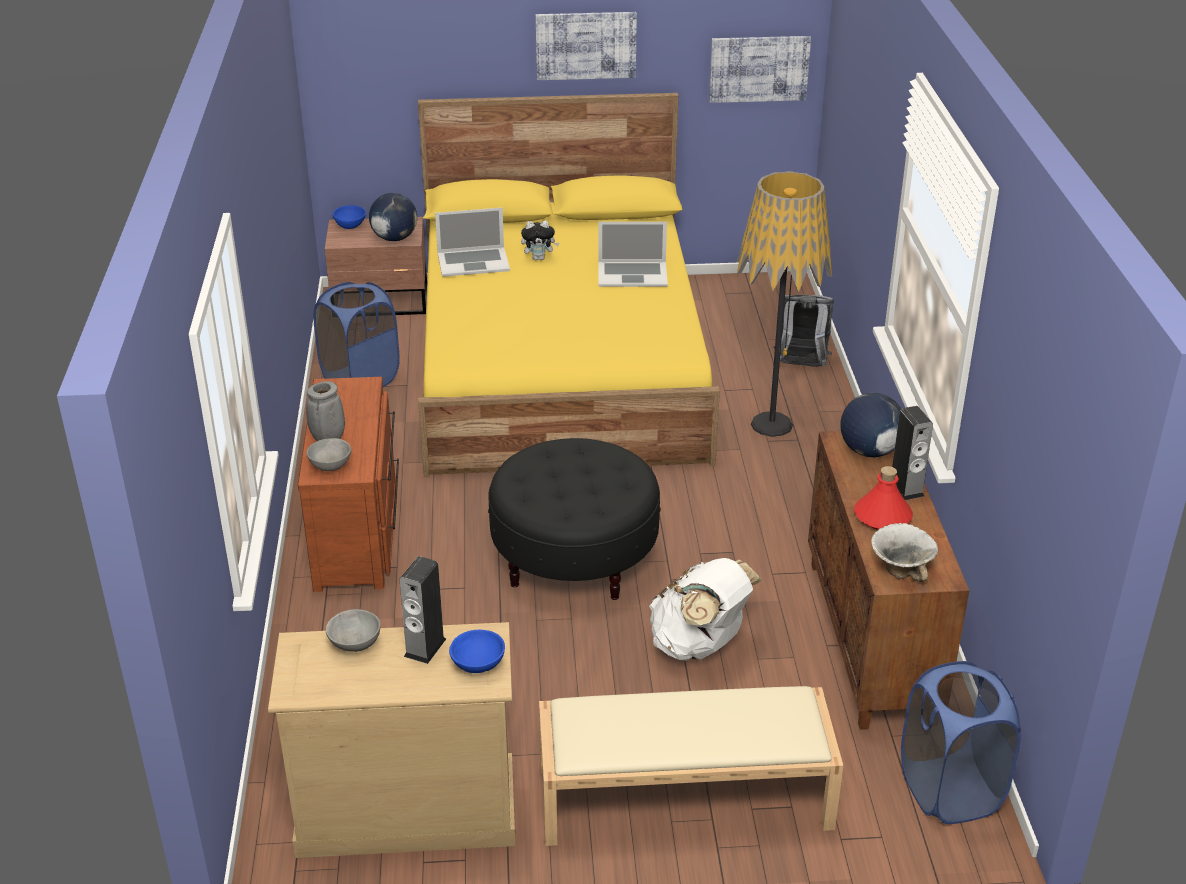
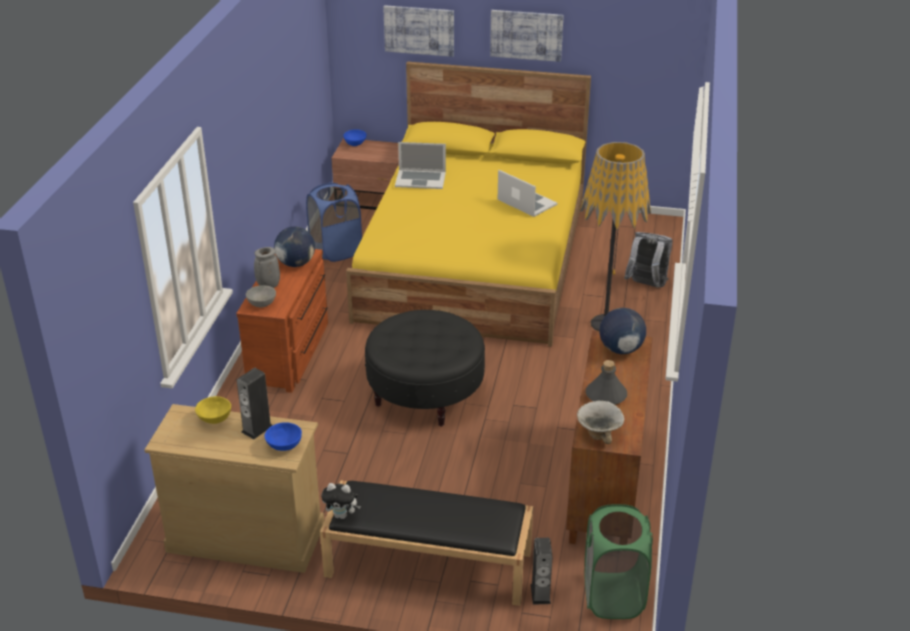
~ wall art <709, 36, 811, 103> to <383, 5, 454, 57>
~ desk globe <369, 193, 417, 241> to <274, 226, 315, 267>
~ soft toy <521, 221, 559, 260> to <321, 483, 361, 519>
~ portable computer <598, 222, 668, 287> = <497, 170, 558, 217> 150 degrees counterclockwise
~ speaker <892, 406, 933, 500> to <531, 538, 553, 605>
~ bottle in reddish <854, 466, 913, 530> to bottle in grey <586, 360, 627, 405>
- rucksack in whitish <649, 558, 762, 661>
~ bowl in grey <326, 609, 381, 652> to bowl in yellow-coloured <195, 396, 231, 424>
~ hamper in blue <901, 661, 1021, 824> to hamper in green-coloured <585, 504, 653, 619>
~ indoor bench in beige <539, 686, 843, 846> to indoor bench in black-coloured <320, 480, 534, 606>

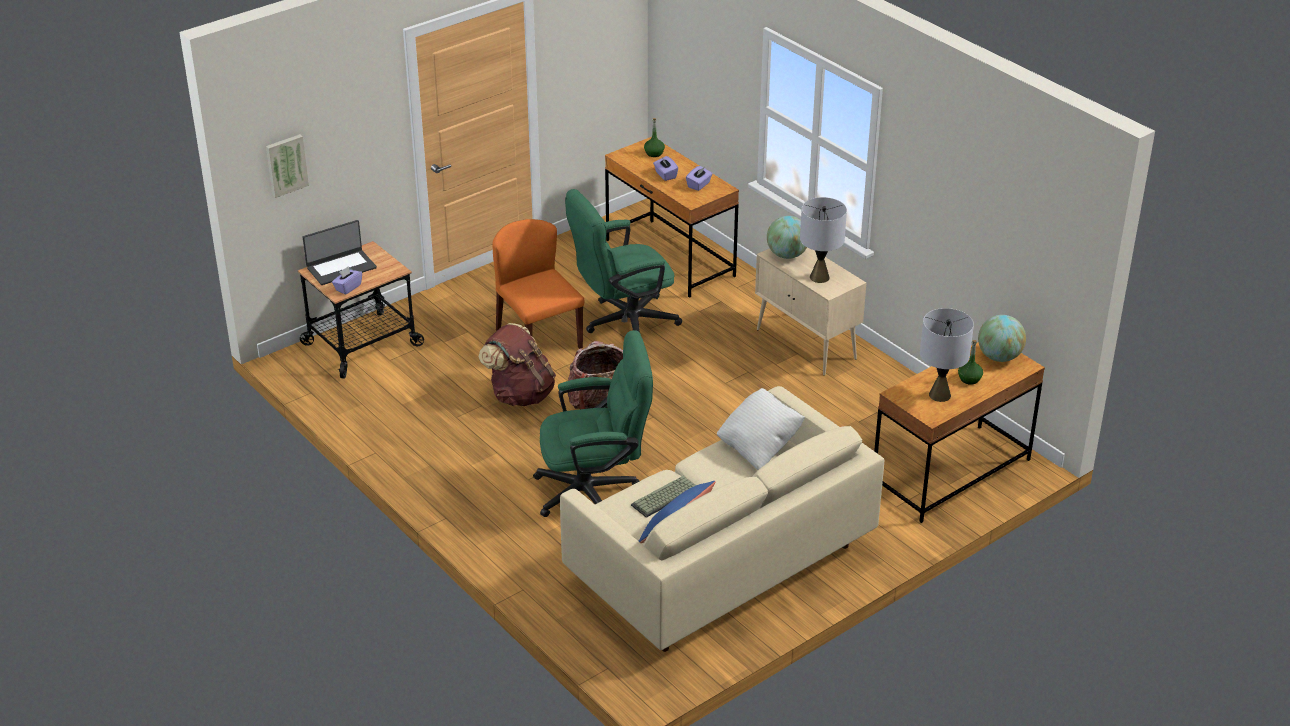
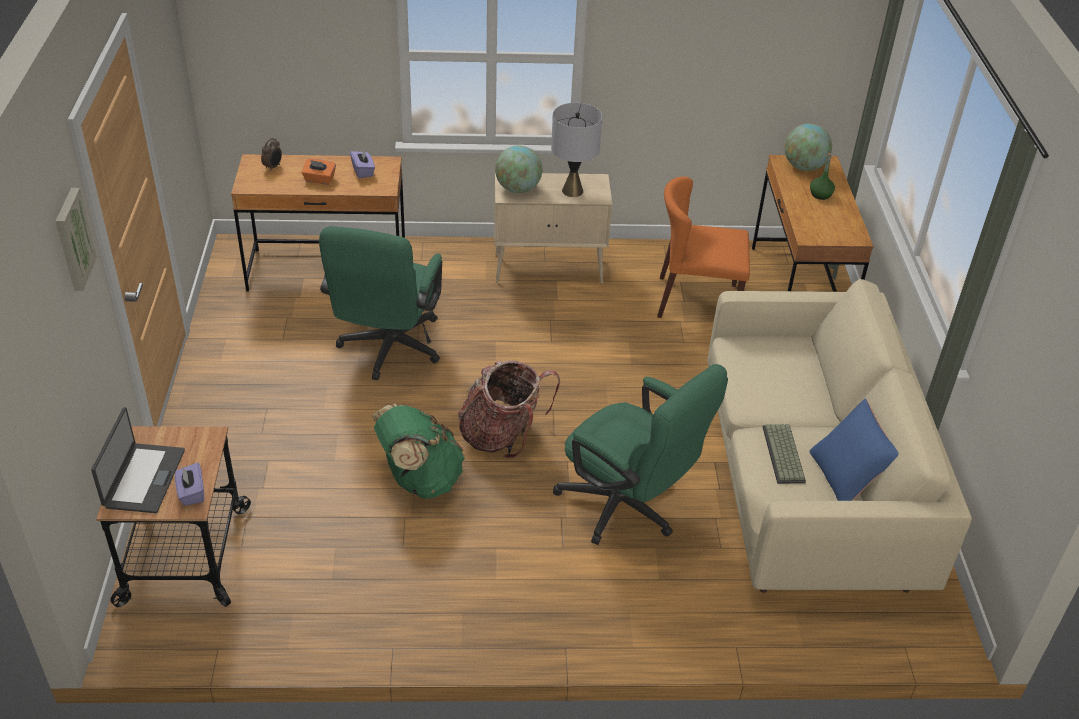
~ bottle in green-coloured <644, 118, 665, 157> to alarm clock <261, 138, 282, 171>
~ wall art <266, 134, 309, 198> to <56, 188, 97, 291>
~ tissue box in purplish <653, 156, 678, 181> to tissue box in orange <301, 159, 336, 185>
~ plain chair in orange <493, 219, 584, 349> to <657, 177, 750, 318>
- lamp for a table in grey <920, 308, 974, 402>
~ rucksack in brownish <479, 323, 556, 406> to rucksack in green-coloured <372, 404, 465, 499>
~ office chair in green-coloured <533, 330, 653, 517> = <553, 364, 728, 545> 105 degrees clockwise
- throw pillow in whitish <717, 388, 805, 470>

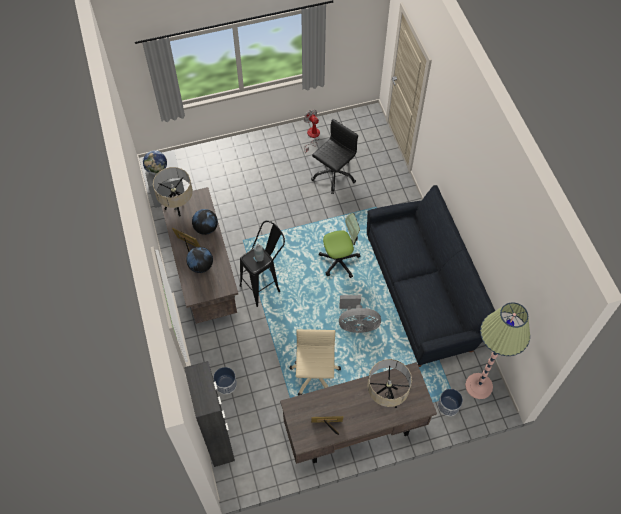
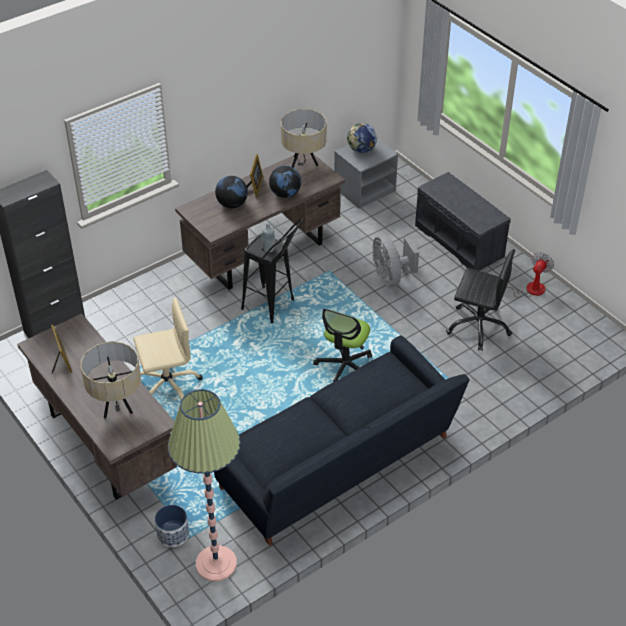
~ office chair <319, 213, 361, 278> = <313, 309, 372, 383> 60 degrees clockwise
~ electric fan in grey <339, 295, 381, 333> to <372, 235, 419, 287>
- planter <213, 367, 237, 394>
+ indoor bench in grey <415, 172, 511, 271>

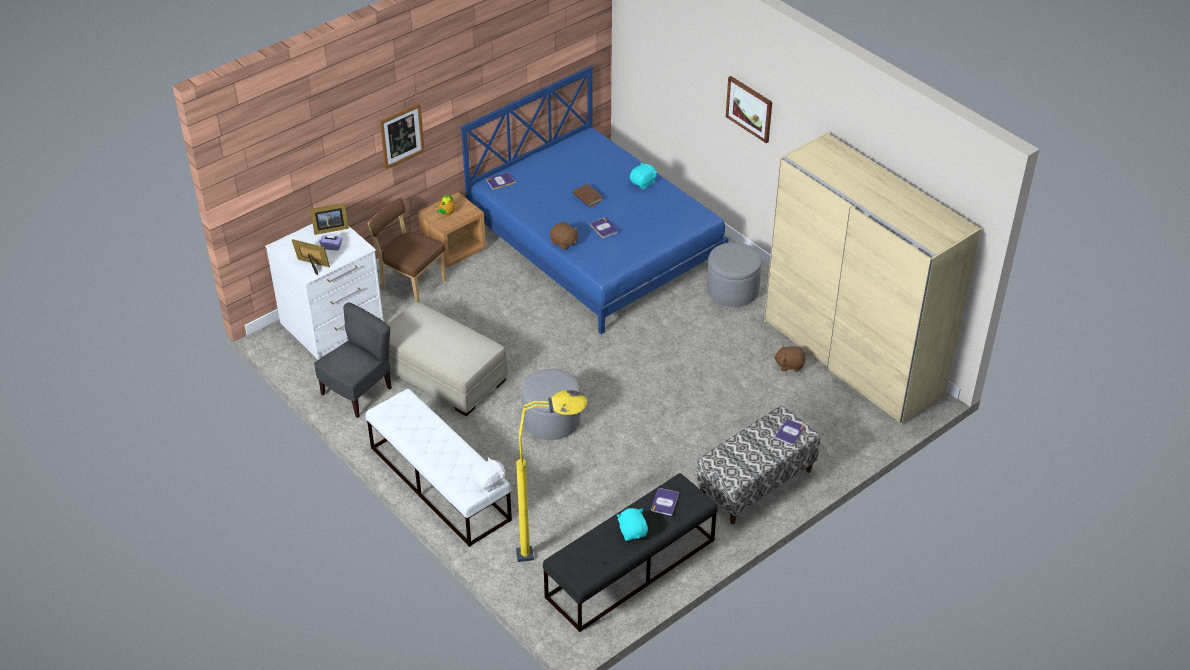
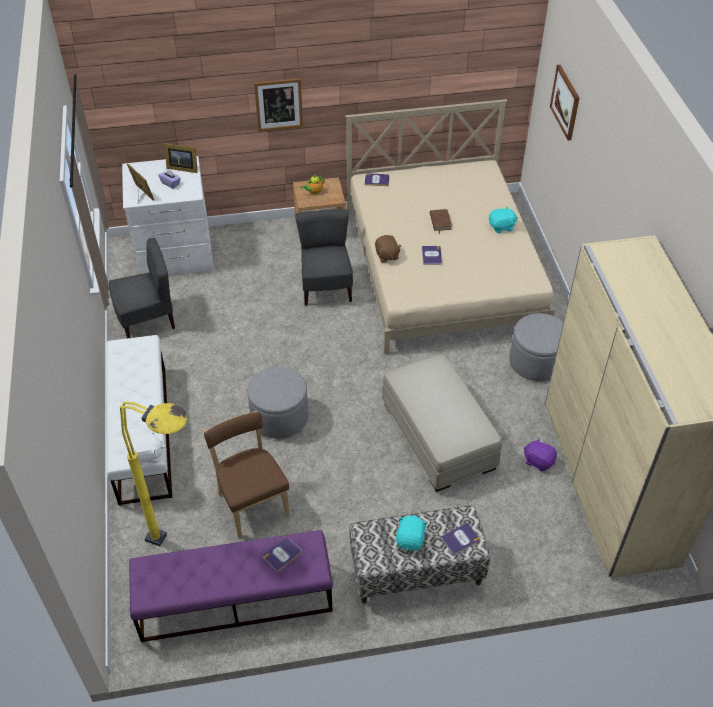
~ bed in blue <460, 66, 728, 334> to bed in beige <345, 99, 555, 354>
~ wall art <726, 76, 772, 143> to <550, 65, 579, 141>
~ plain chair in brownish <368, 198, 447, 303> to <204, 411, 290, 537>
~ pouffe in beige <388, 302, 508, 416> to <382, 354, 502, 492>
~ soft toy in brownish <774, 345, 806, 372> to soft toy in purplish <524, 439, 557, 472>
~ indoor bench in black-coloured <543, 473, 718, 632> to indoor bench in purplish <129, 530, 333, 642>
~ soft toy in blue-green <617, 508, 648, 541> to <396, 515, 428, 550>
+ plain chair in grey <295, 209, 353, 306>

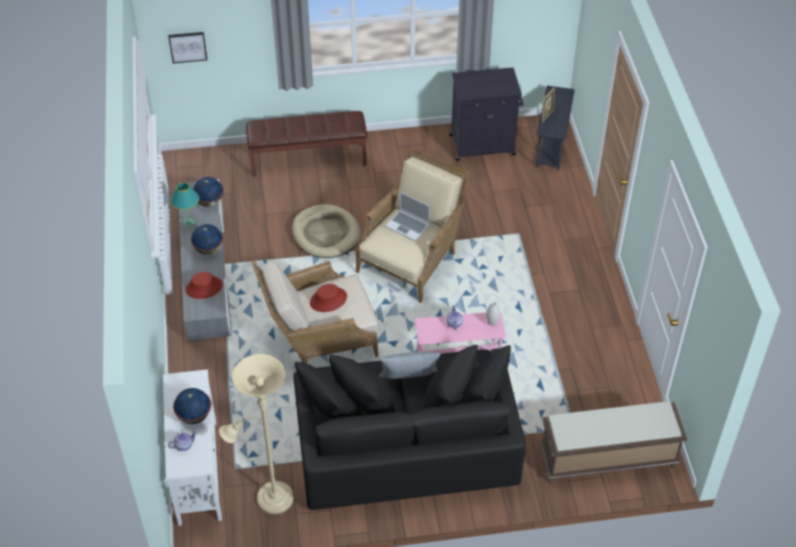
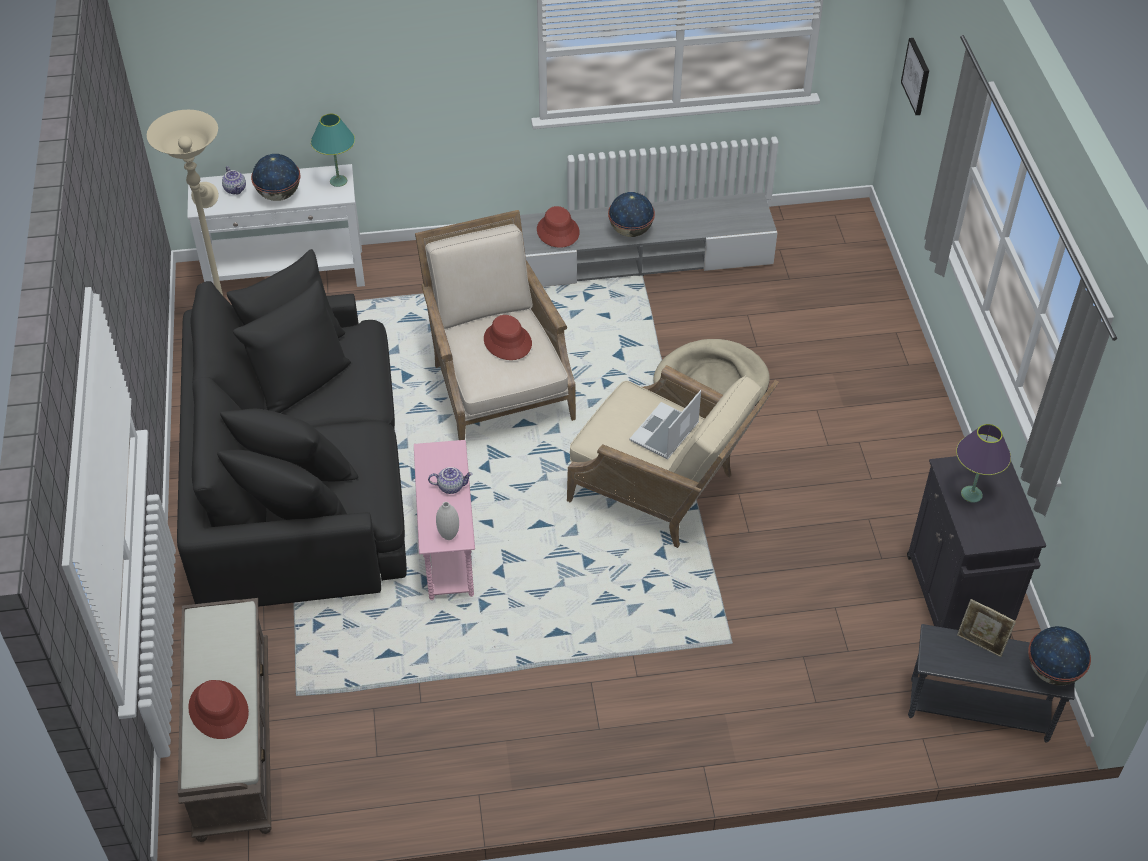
- indoor bench in brownish <246, 111, 367, 177>
~ desk globe <193, 177, 224, 207> to <1028, 626, 1091, 685>
~ lamp for a table in blue-green <171, 183, 199, 227> to <311, 114, 355, 187>
- throw pillow <379, 352, 441, 379>
+ lamp for a table in purplish <956, 424, 1011, 503>
+ clothing hat in reddish <188, 680, 249, 739>

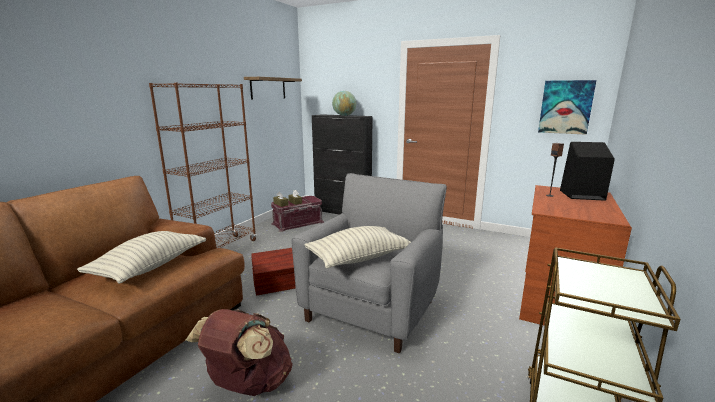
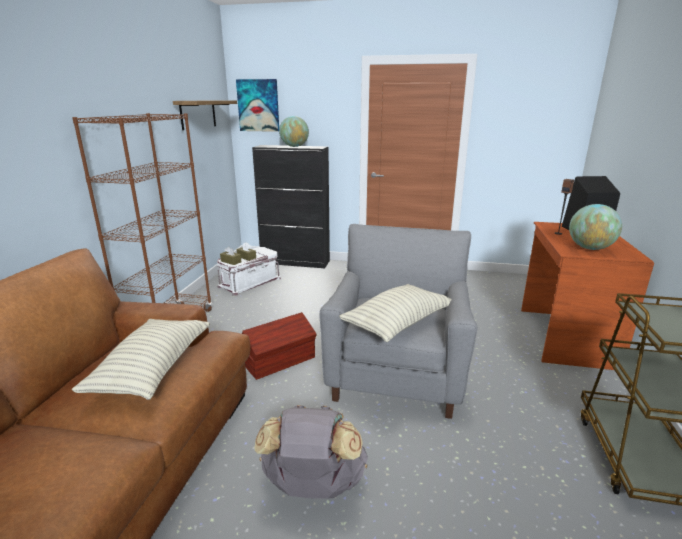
~ wall art <538, 80, 596, 135> to <236, 79, 279, 132>
~ storage container in reddish <271, 196, 324, 232> to storage container in whitish <217, 247, 281, 295>
~ rucksack in brownish <186, 309, 293, 396> to rucksack in grey <254, 405, 368, 499>
+ desk globe <569, 204, 622, 250>

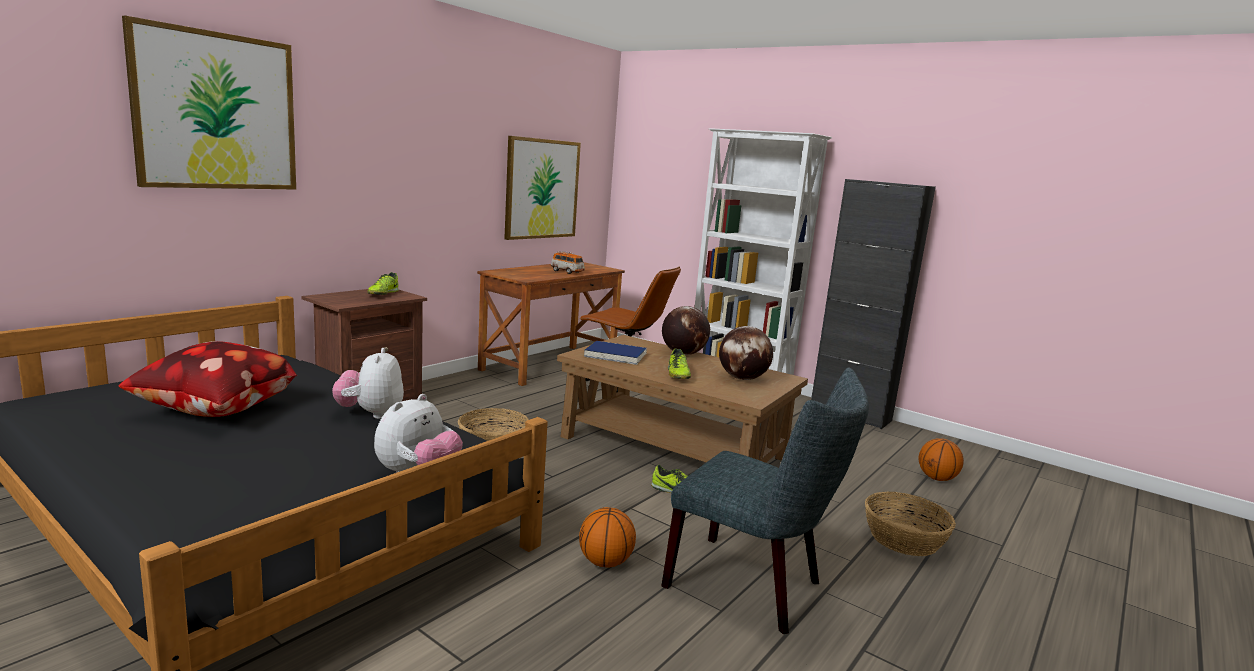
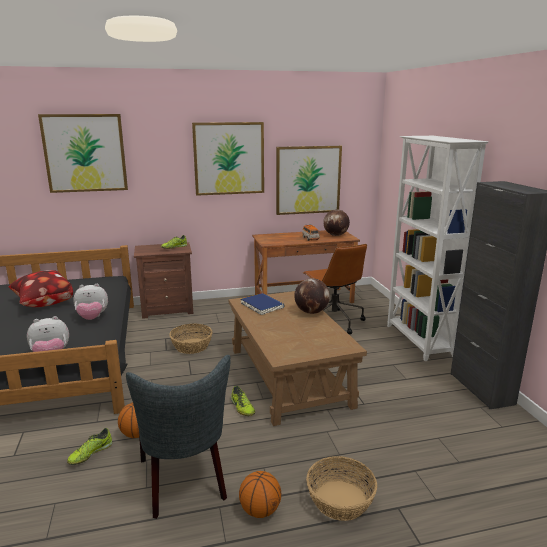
~ desk globe <719, 326, 773, 380> to <323, 209, 350, 236>
~ soft toy <332, 348, 404, 419> = <74, 284, 108, 320> 135 degrees counterclockwise
~ item of footwear <668, 348, 691, 379> to <67, 428, 112, 465>
~ basketball ball <919, 438, 964, 481> to <239, 471, 281, 518>
+ wall art <192, 122, 264, 196>

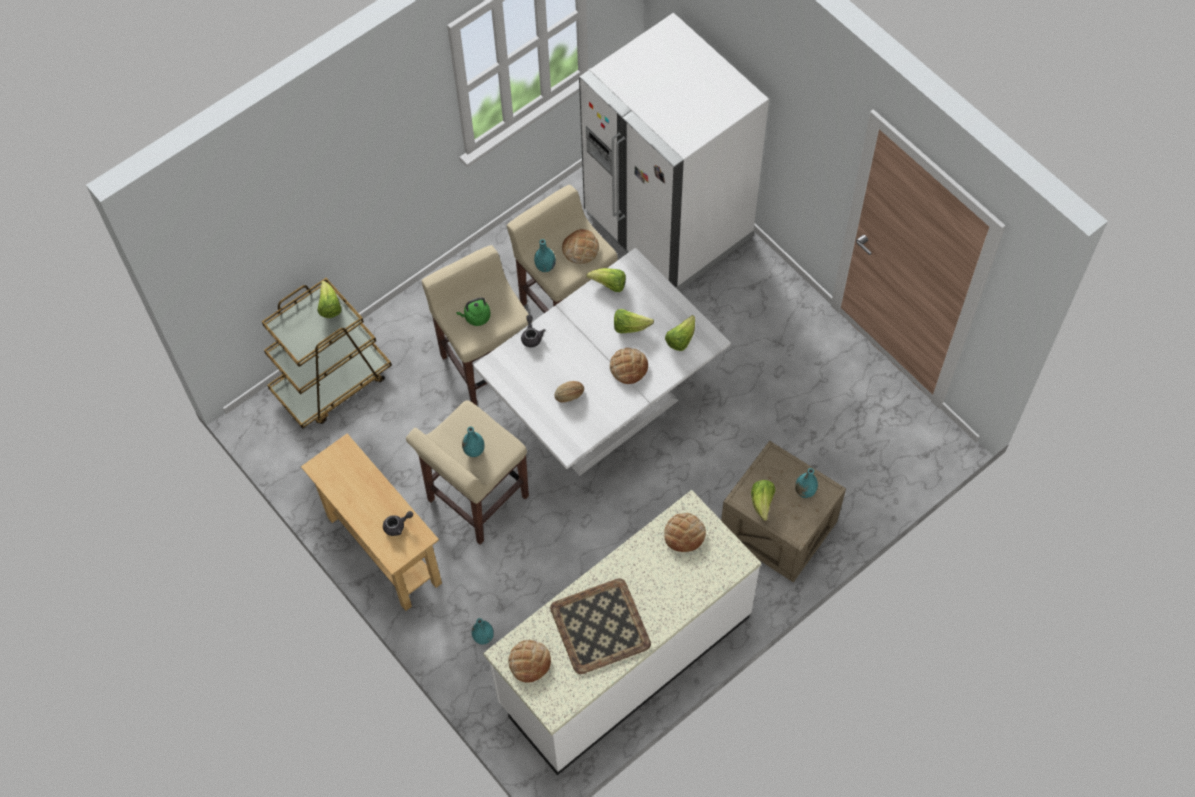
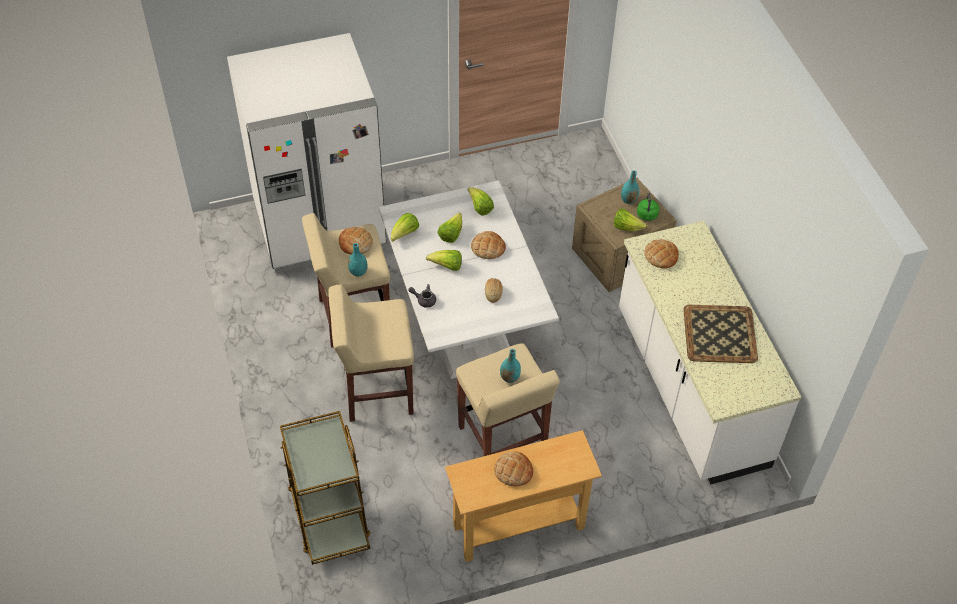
~ lettuce <318, 281, 341, 318> to <426, 250, 462, 271>
~ tea kettle in green-coloured <456, 297, 491, 326> to <637, 193, 659, 221>
- teapot in grey <383, 511, 413, 536>
- decorative vase in blue-green <472, 618, 494, 645>
~ bakery bread <508, 640, 551, 683> to <494, 451, 533, 486>

